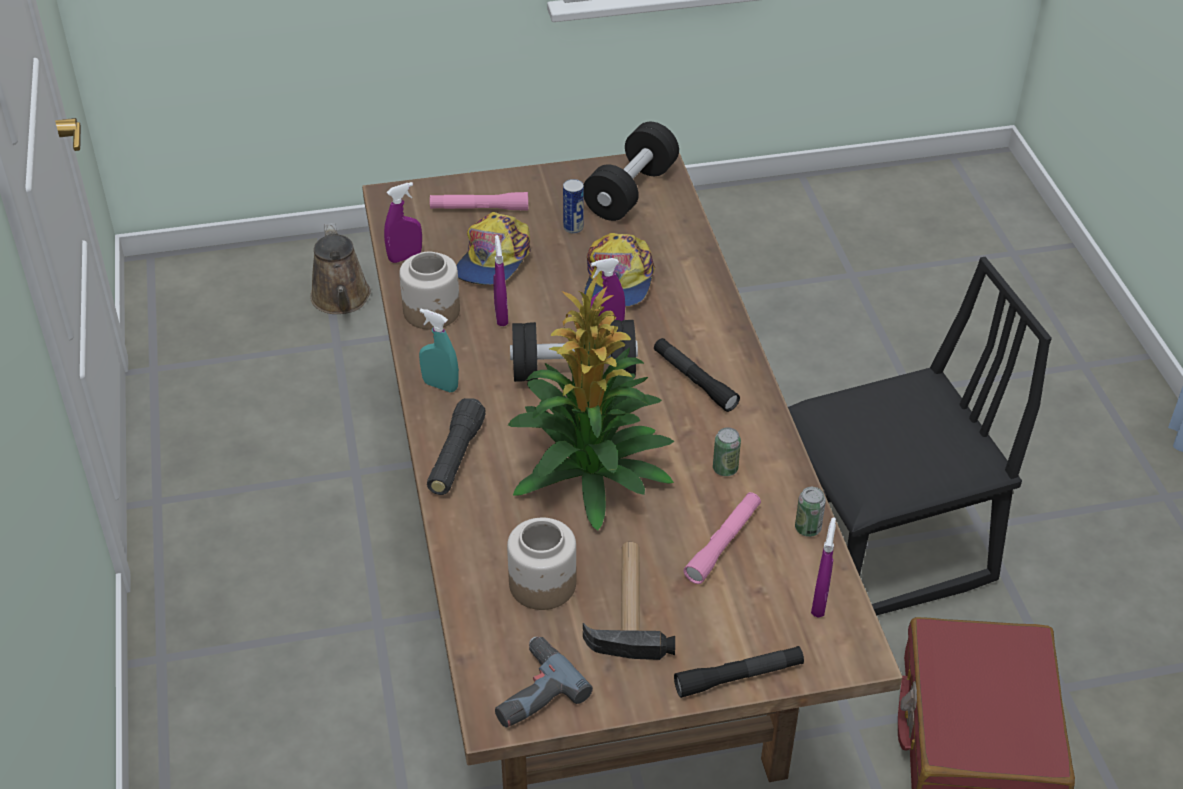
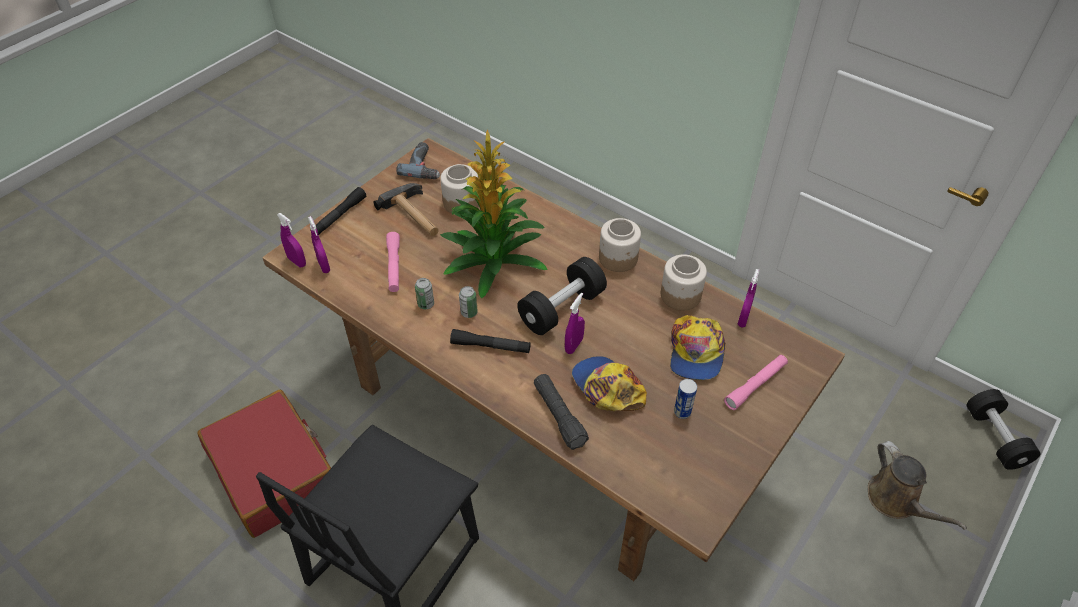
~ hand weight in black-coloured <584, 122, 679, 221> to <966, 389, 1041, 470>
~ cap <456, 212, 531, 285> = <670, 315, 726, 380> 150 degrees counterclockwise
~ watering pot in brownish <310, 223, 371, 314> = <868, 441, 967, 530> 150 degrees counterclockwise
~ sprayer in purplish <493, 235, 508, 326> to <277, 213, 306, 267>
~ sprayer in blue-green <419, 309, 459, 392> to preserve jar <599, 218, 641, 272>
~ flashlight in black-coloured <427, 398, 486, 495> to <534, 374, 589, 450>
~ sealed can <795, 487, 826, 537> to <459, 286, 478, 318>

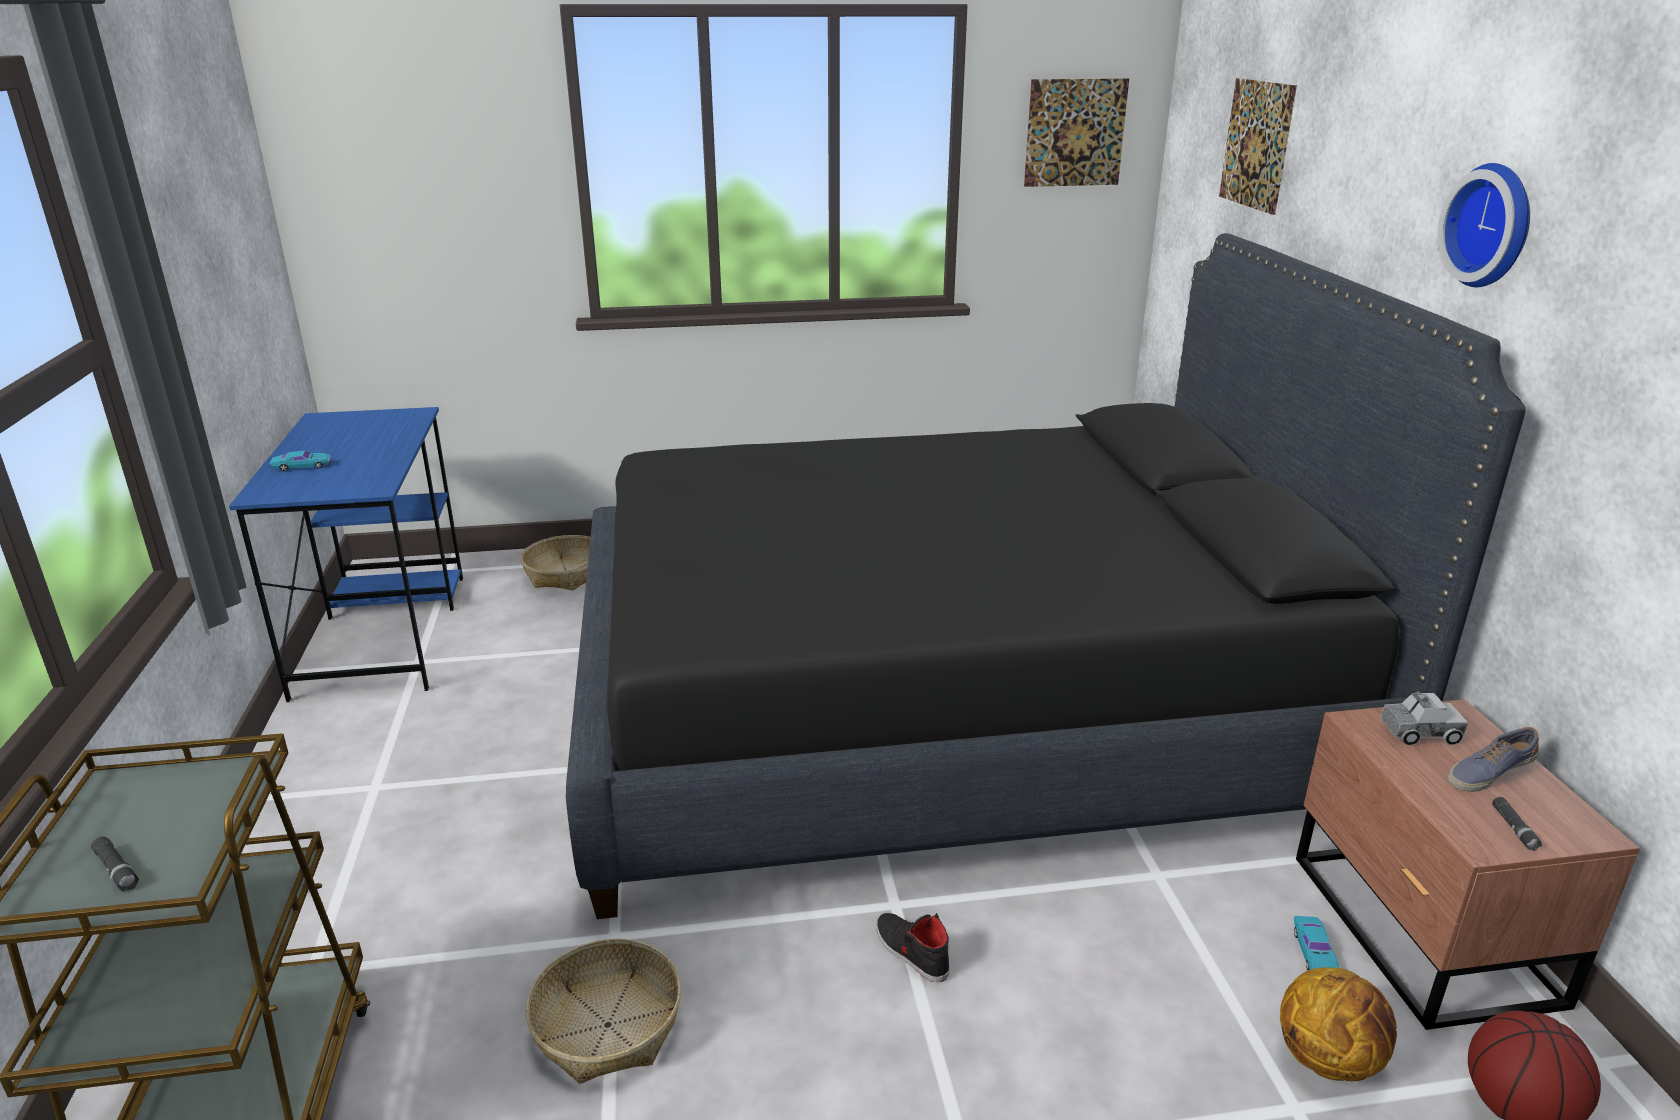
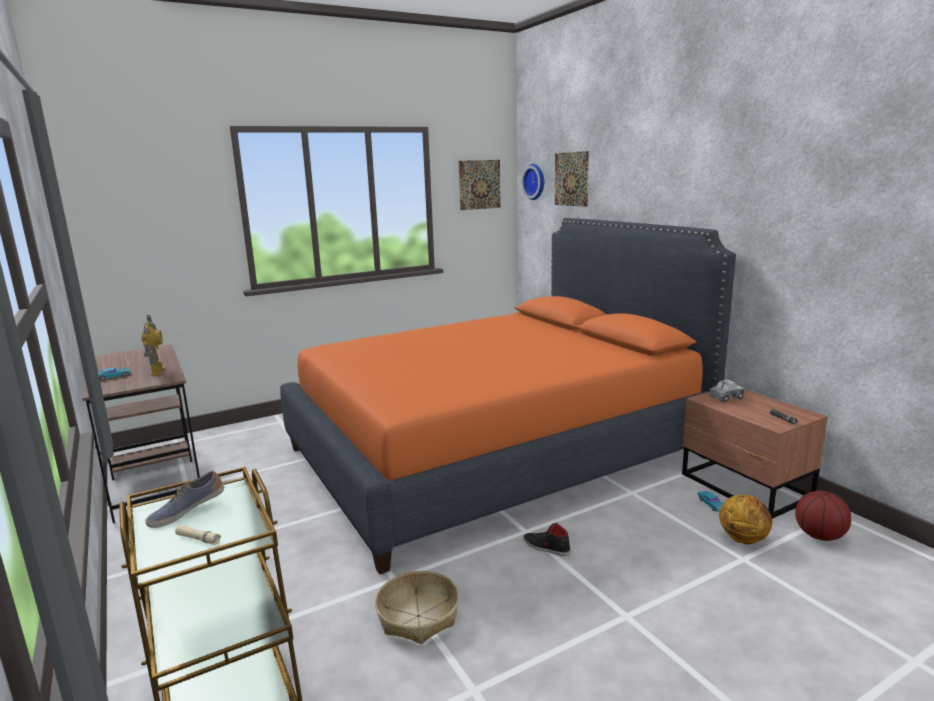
~ hanging clock <1437, 163, 1530, 287> to <521, 164, 544, 200>
~ bed in black-coloured <566, 233, 1526, 919> to bed in orange <280, 218, 736, 575>
~ desk table in blue <229, 407, 463, 702> to desk table in brownish <82, 344, 200, 523>
- basket <521, 535, 591, 591>
~ item of footwear <1447, 727, 1539, 792> to <145, 471, 224, 528>
~ flashlight in black-coloured <91, 836, 139, 892> to flashlight in beige <175, 525, 221, 545>
+ toy robot <141, 315, 166, 376>

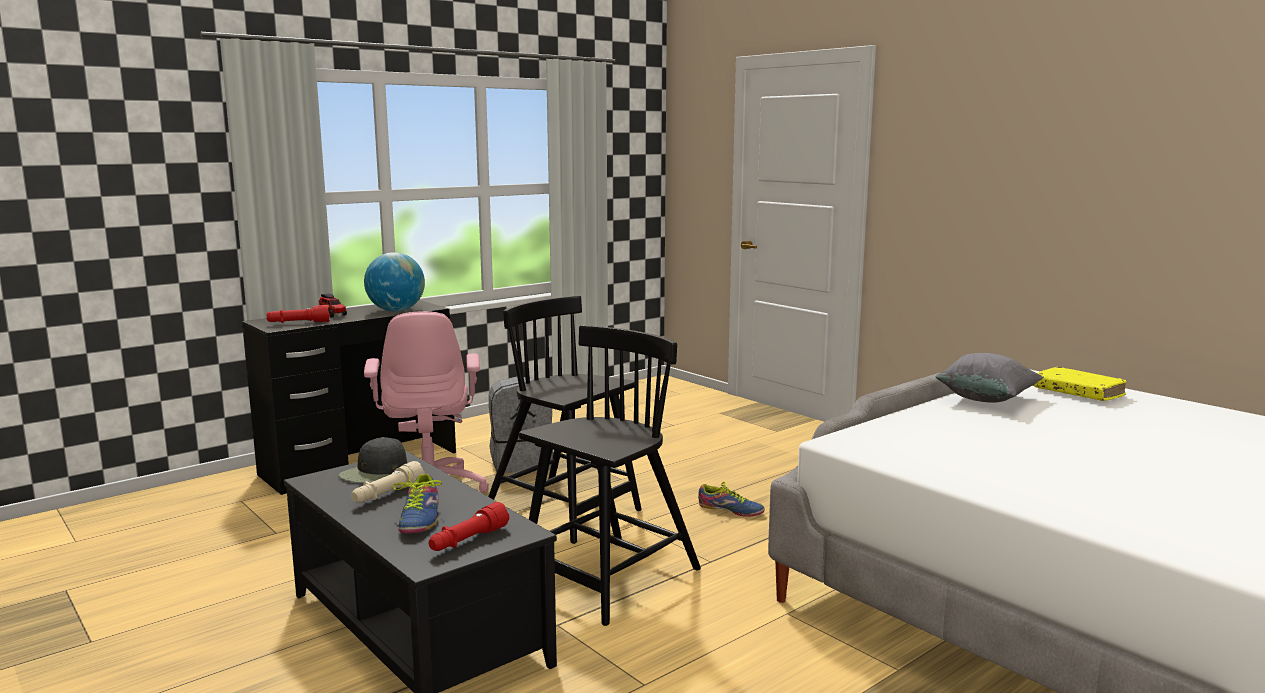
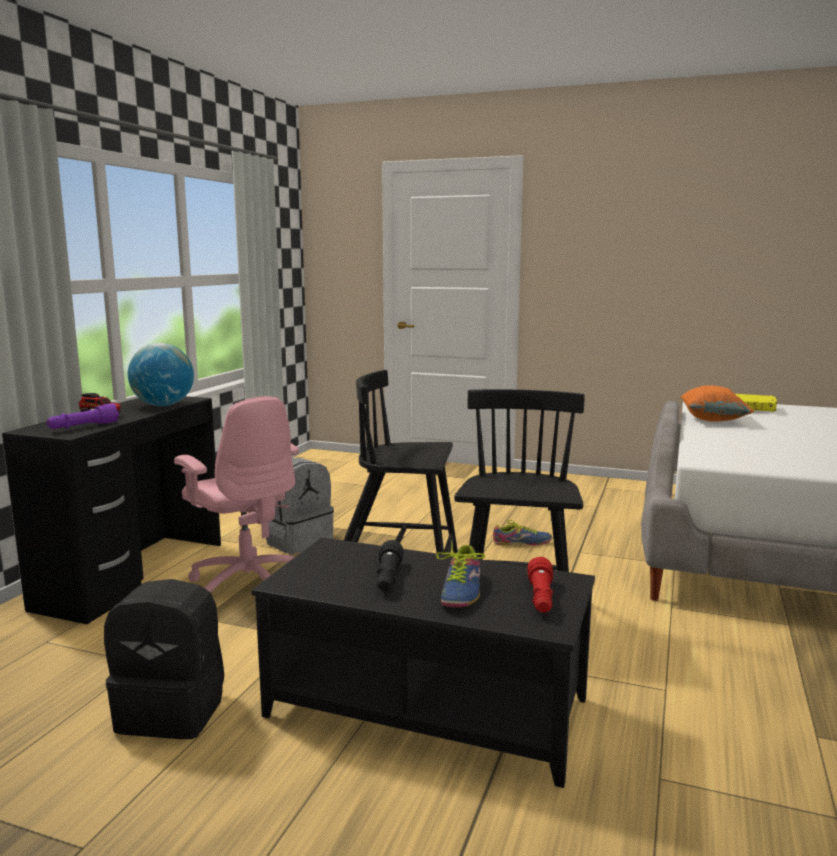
~ flashlight in reddish <266, 305, 330, 323> to flashlight in purplish <47, 403, 119, 429>
~ throw pillow in grey <935, 353, 1044, 403> to throw pillow in orange <680, 385, 754, 422>
- cap in black-coloured <338, 437, 407, 483>
~ flashlight in beige <351, 461, 425, 503> to flashlight in black-coloured <377, 540, 404, 591>
~ item of footwear <393, 471, 442, 534> = <436, 541, 485, 607> 45 degrees clockwise
+ rucksack in black-coloured <104, 579, 224, 739>

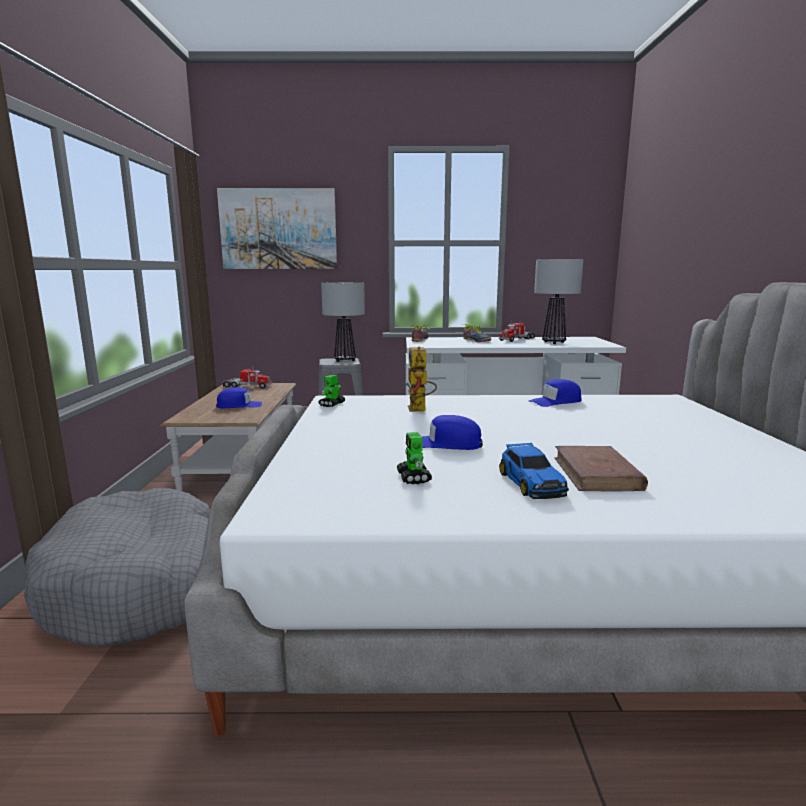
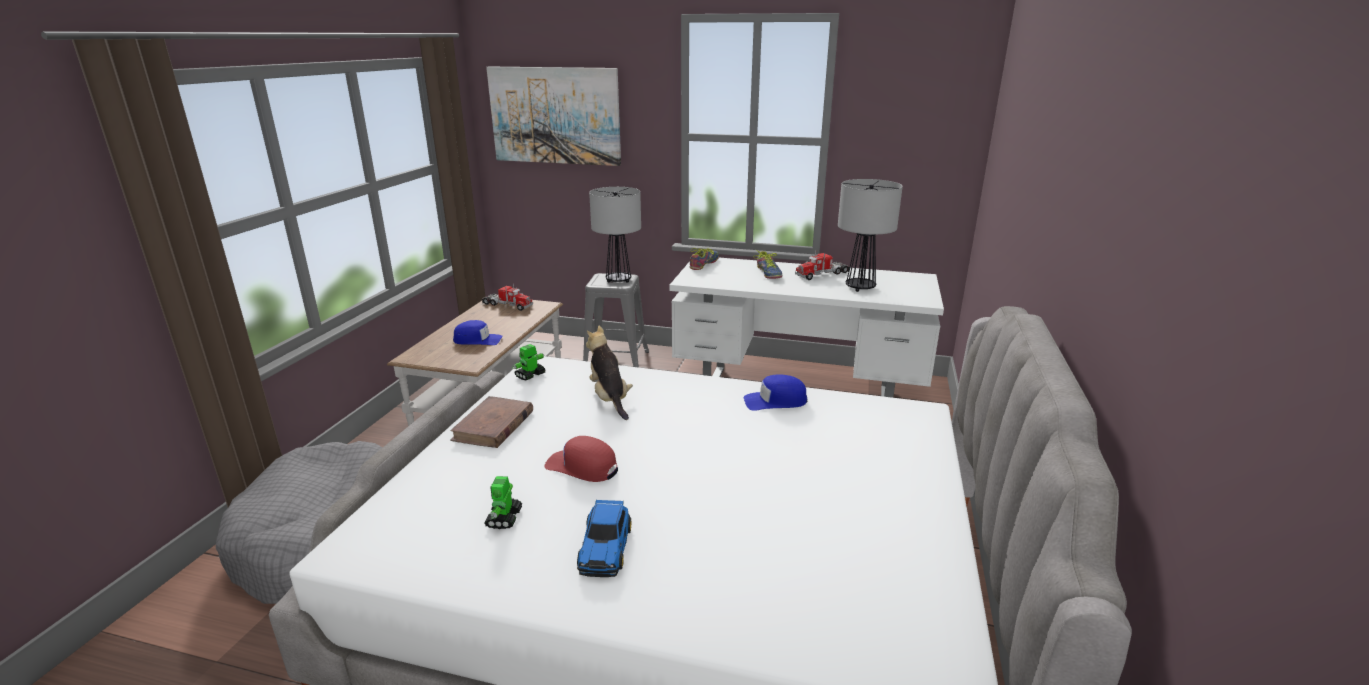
~ toy robot <405, 346, 437, 412> to soft toy <586, 326, 633, 420>
~ cap in blue <422, 415, 483, 450> to cap in reddish <544, 436, 618, 482>
~ volume in brownish <555, 446, 648, 492> to <450, 396, 533, 448>

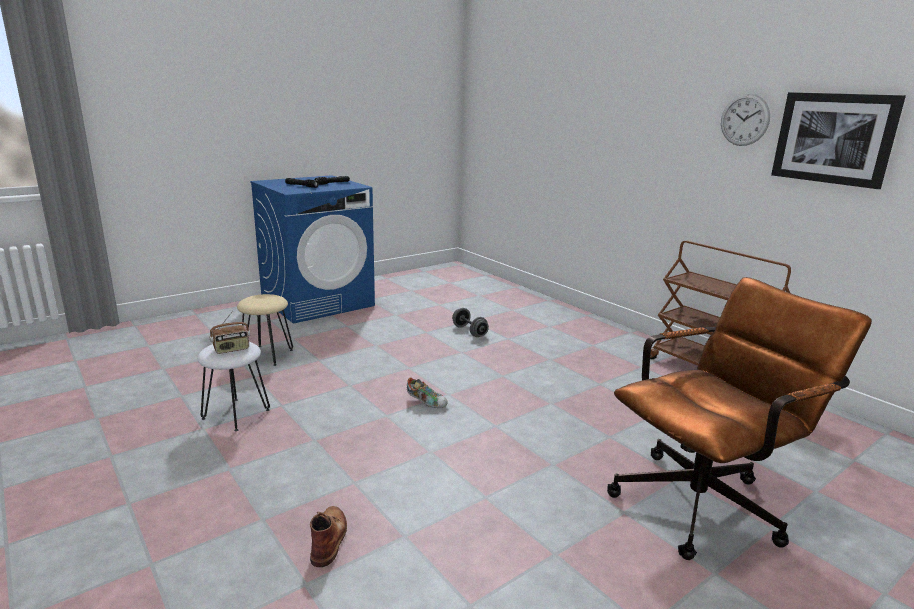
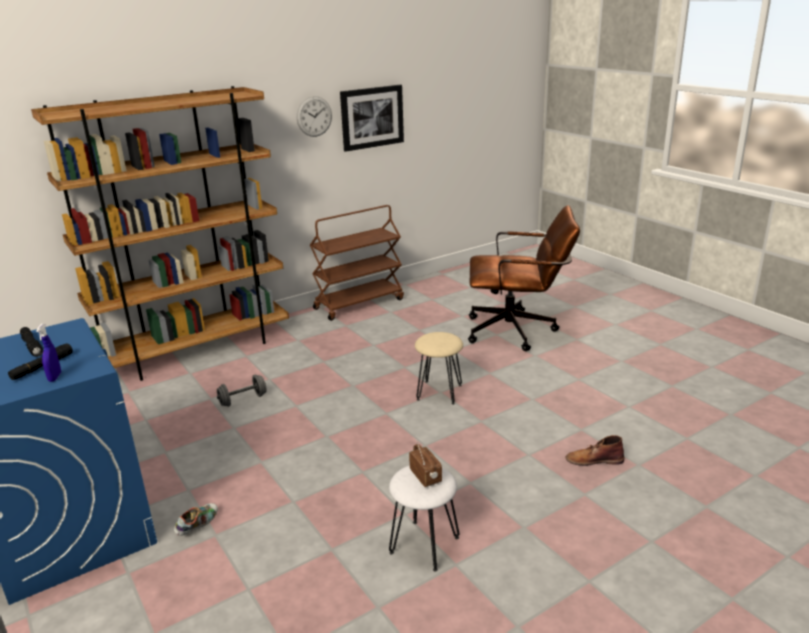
~ office chair in brownish <607, 277, 872, 560> = <468, 205, 580, 351> 120 degrees clockwise
~ stool seat in beige <237, 294, 293, 366> to <415, 332, 463, 405>
~ item of footwear <407, 377, 448, 408> to <174, 503, 218, 536>
+ bookcase in brownish <31, 86, 289, 381>
+ sprayer in blue <36, 324, 61, 382>

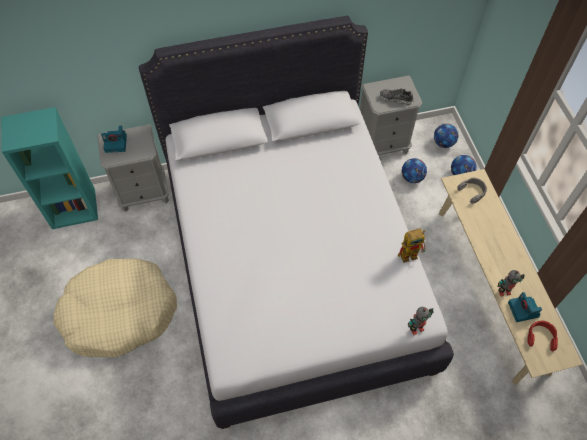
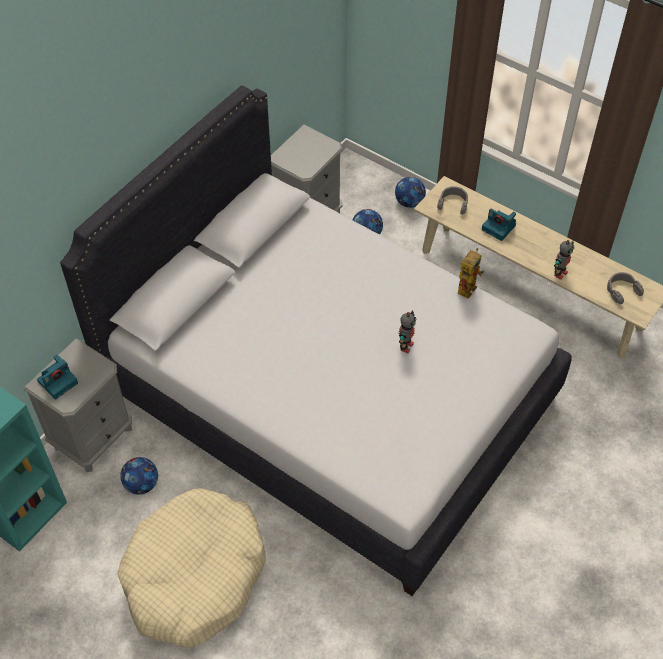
- item of footwear <380, 88, 414, 105>
~ ball for football <434, 124, 459, 148> to <120, 457, 158, 495>
~ photo camera <508, 292, 542, 322> to <482, 209, 516, 241>
~ toy robot <408, 307, 433, 335> to <399, 310, 416, 354>
~ headphones in reddish <527, 321, 558, 351> to headphones in grey <607, 272, 644, 304>

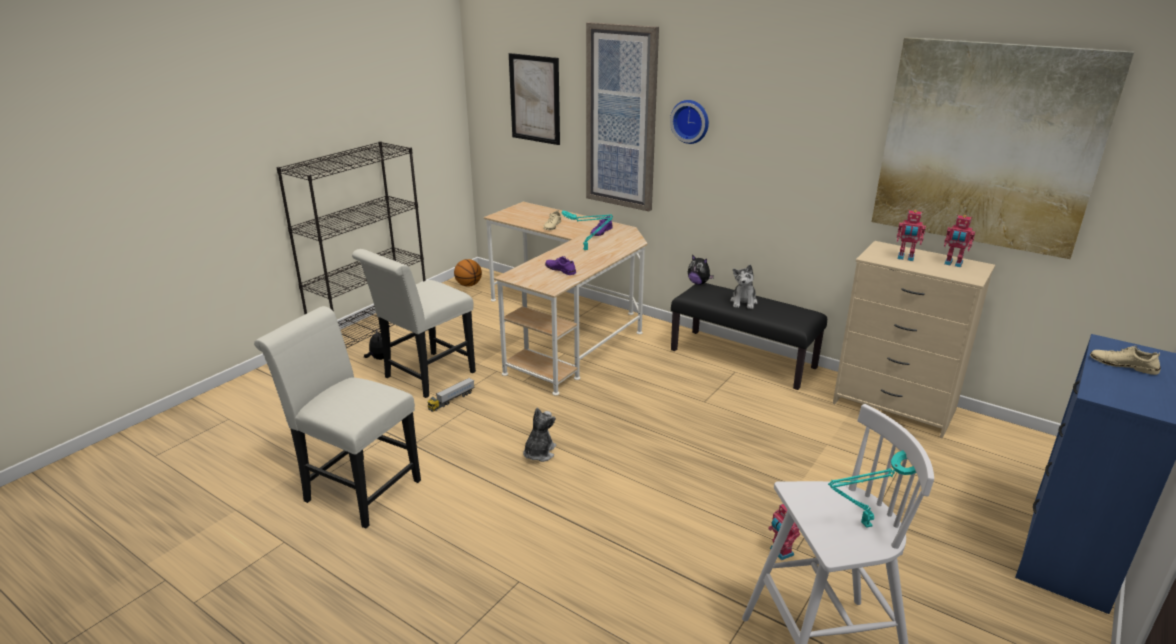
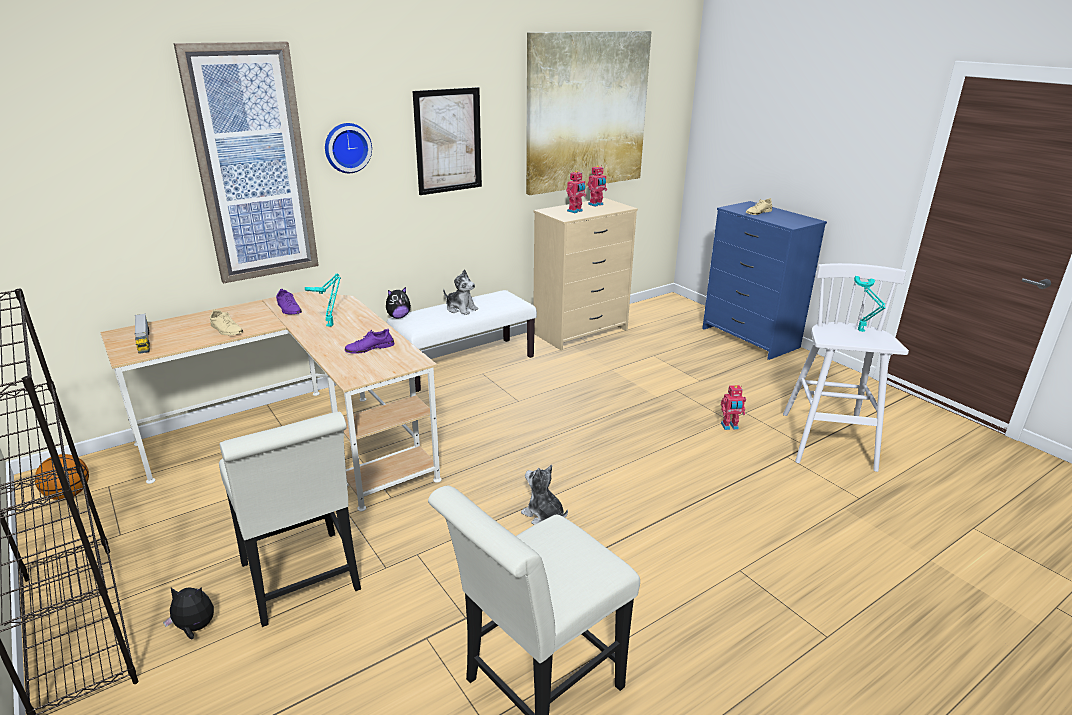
~ wall art <509, 53, 560, 145> to <413, 87, 482, 195>
~ indoor bench in black-coloured <671, 283, 827, 390> to indoor bench in whitish <387, 290, 537, 392>
~ model truck <427, 378, 475, 412> to <134, 313, 150, 354>

